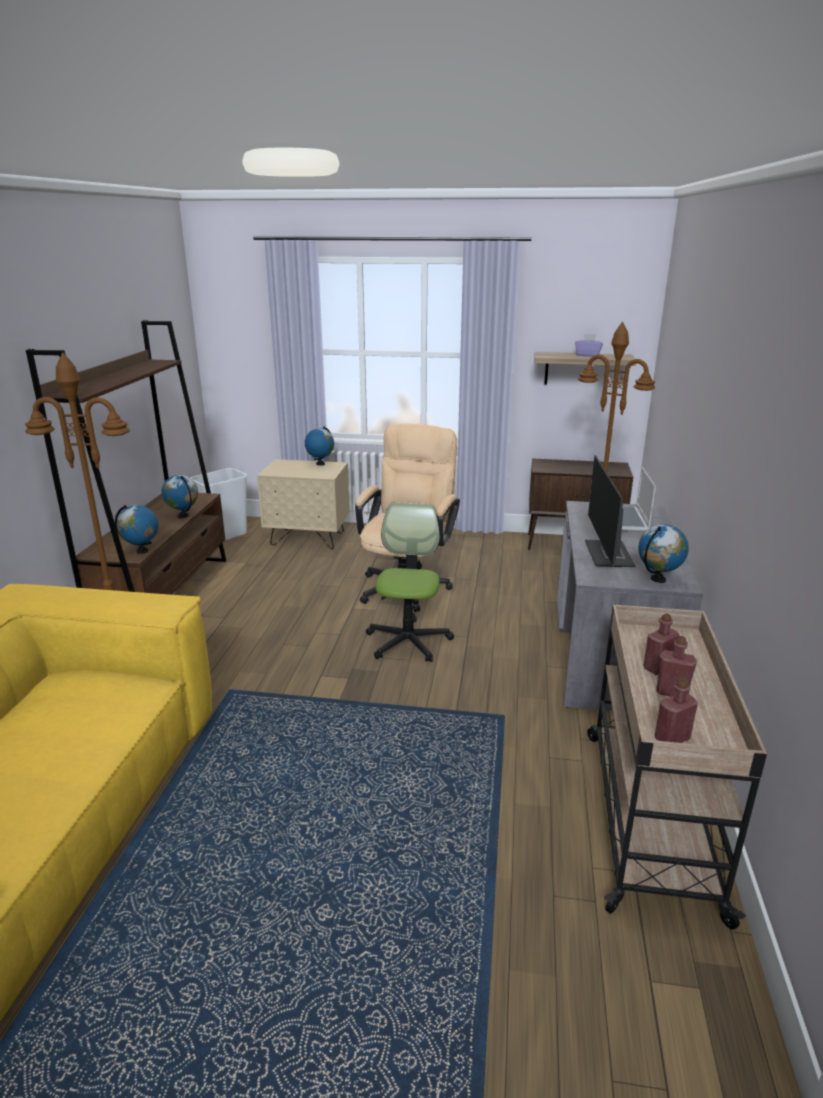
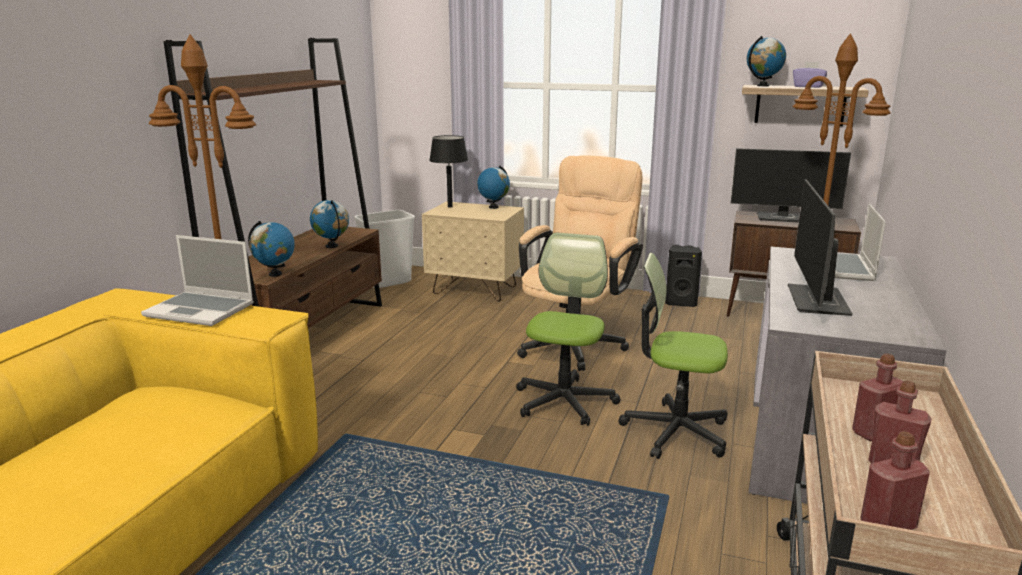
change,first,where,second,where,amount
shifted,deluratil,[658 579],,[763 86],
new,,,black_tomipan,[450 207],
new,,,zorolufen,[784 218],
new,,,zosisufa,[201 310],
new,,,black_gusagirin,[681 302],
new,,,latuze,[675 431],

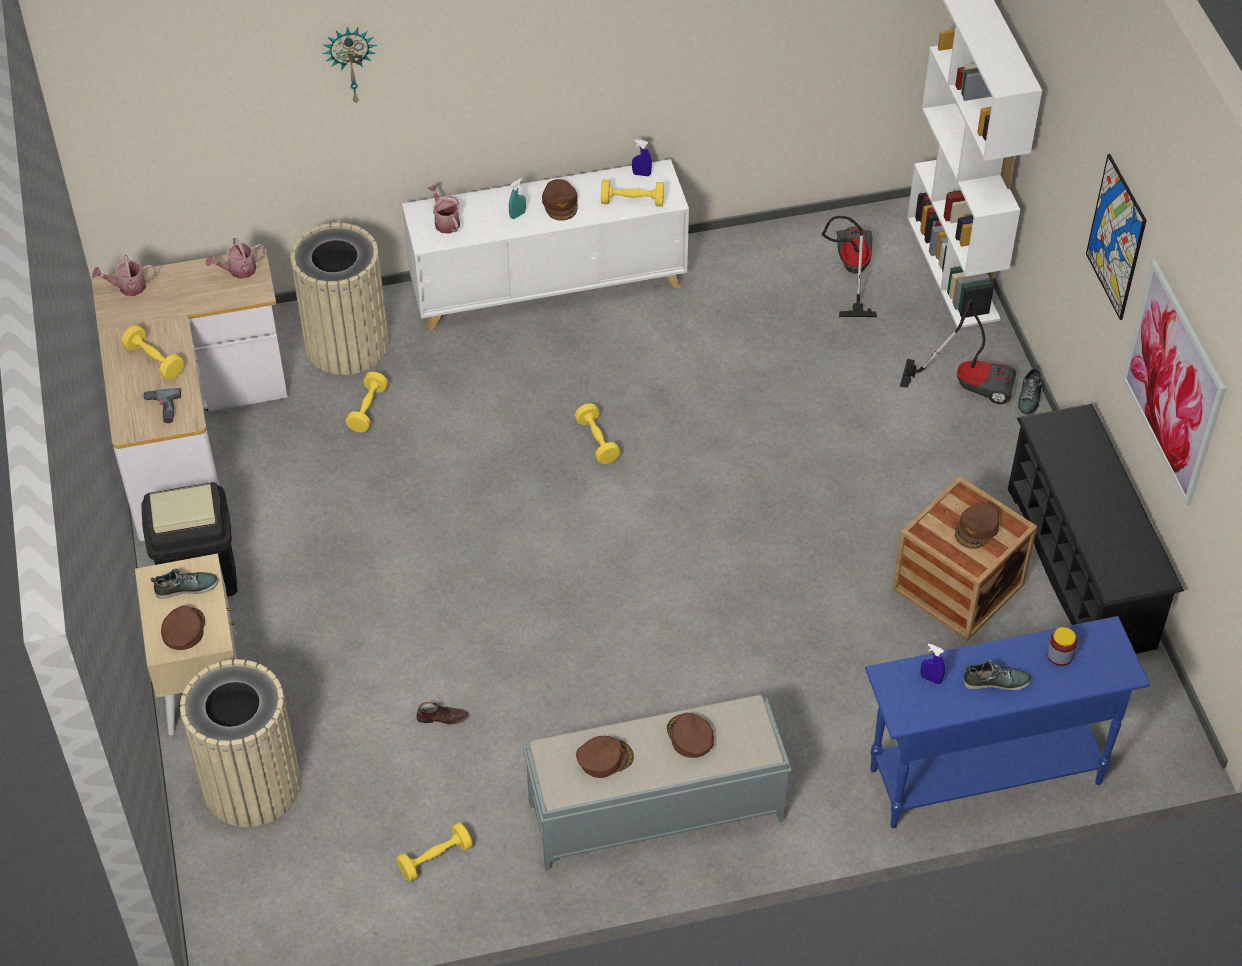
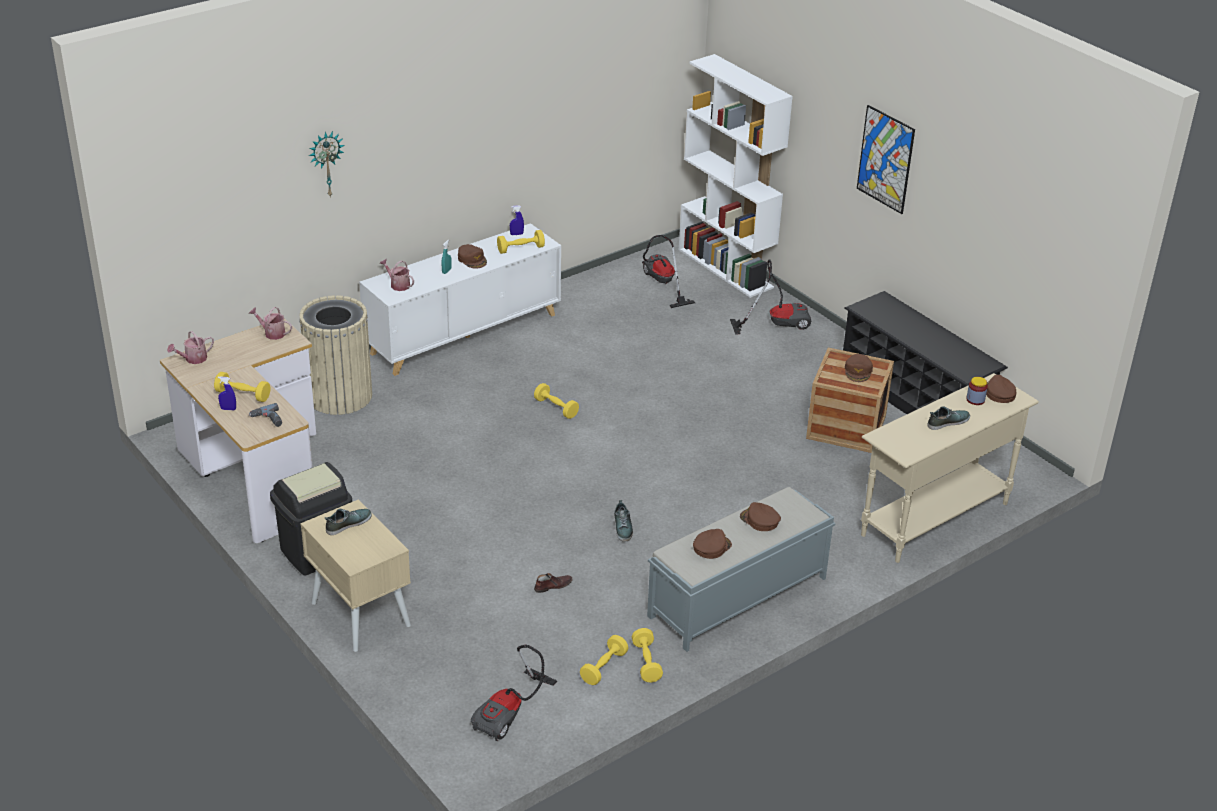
change,first,where,second,where,amount
rotated,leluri,[238 270],,[272 333],75 degrees clockwise
gone,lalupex,[1173 382],,,
shifted,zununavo,[1029 398],,[623 528],
shifted,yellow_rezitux,[368 409],,[646 663],
shifted,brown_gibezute,[183 630],,[998 393],
repainted,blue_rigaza,[984 775],beige_rigaza,[934 519],
shifted,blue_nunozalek,[930 679],,[228 409],
gone,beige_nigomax,[251 785],,,
new,,,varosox,[511 713],

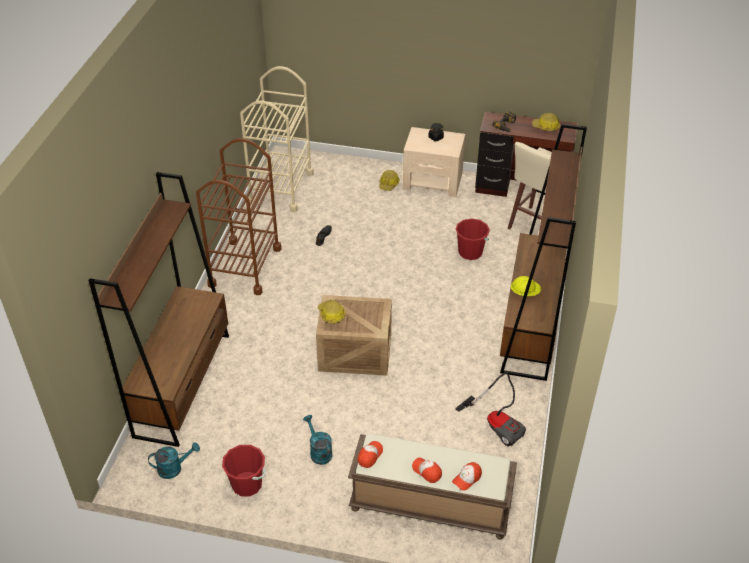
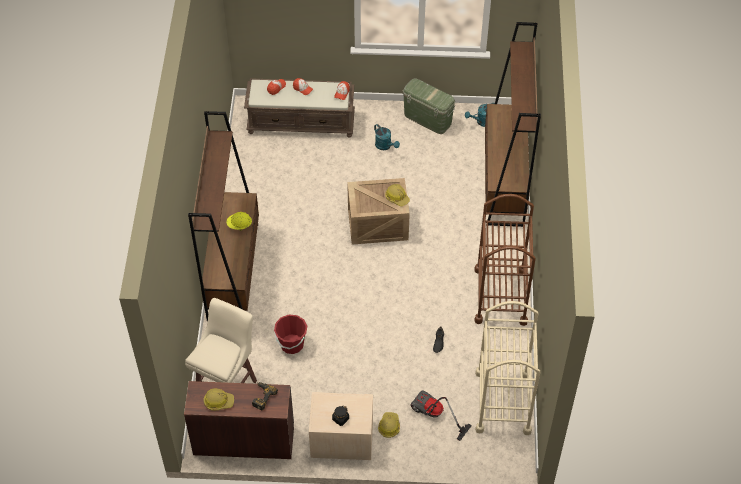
change,first,where,second,where,amount
shifted,varosox,[497 424],,[434 416],
swapped,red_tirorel,[247 484],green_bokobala,[428 119],

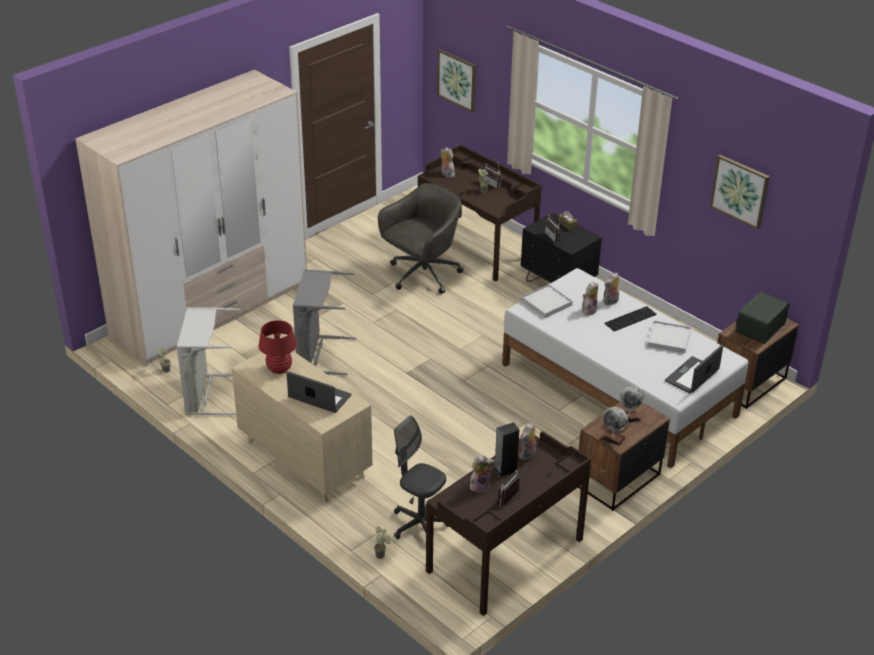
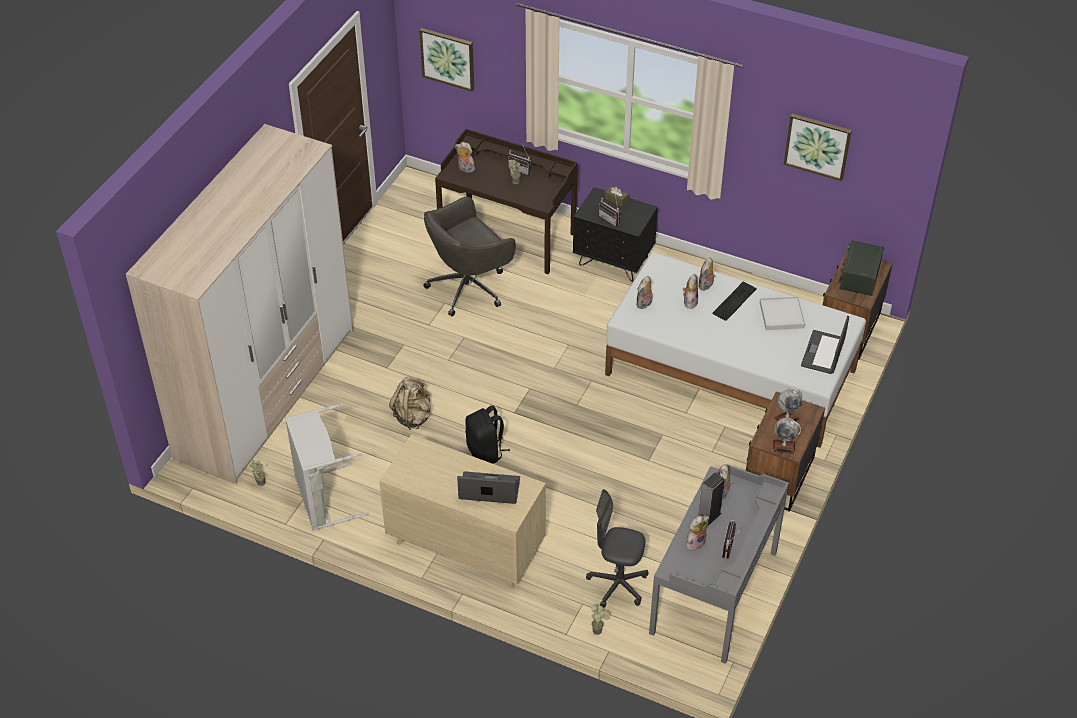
change,first,where,second,where,amount
rotated,grey_latuze,[422 275],,[469 287],150 degrees counterclockwise
swapped,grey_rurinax,[319 355],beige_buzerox,[413 416],
swapped,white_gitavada,[546 303],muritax,[644 304],
gone,red_tomipan,[279 369],,,
repainted,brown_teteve,[506 556],grey_teteve,[715 592],
new,,,black_buzerox,[486 452],

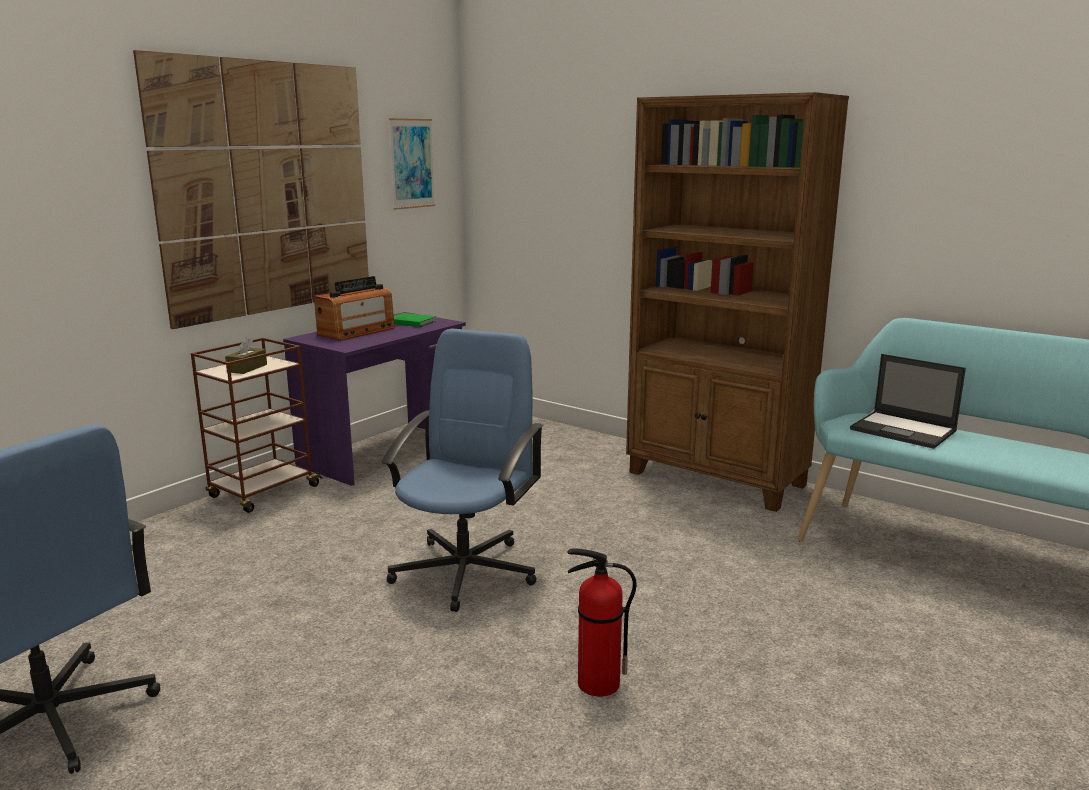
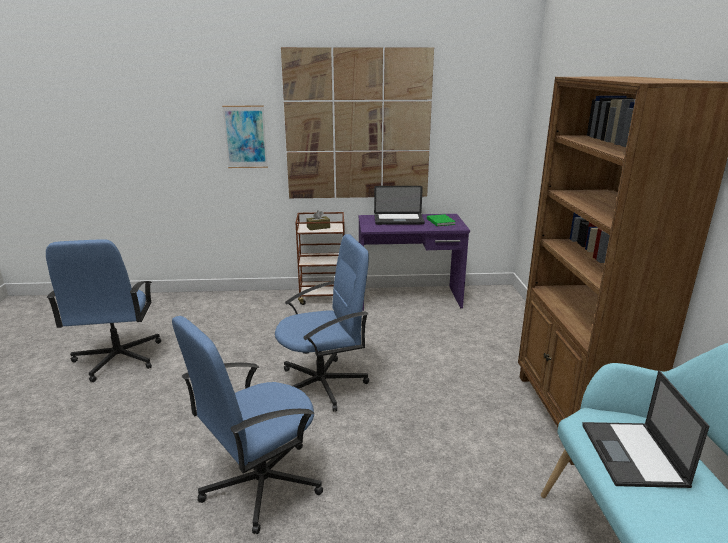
change,first,where,second,where,amount
shifted,lalupex,[412 163],,[245 137],
swapped,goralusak,[357 332],zosisufa,[398 220],
swapped,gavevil,[597 684],blue_latuze,[260 483],

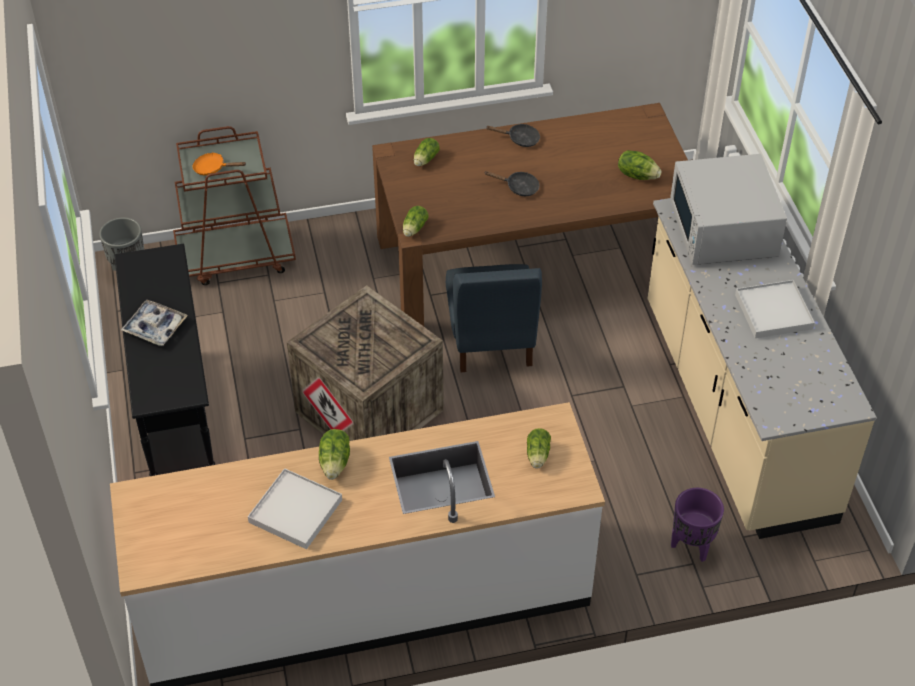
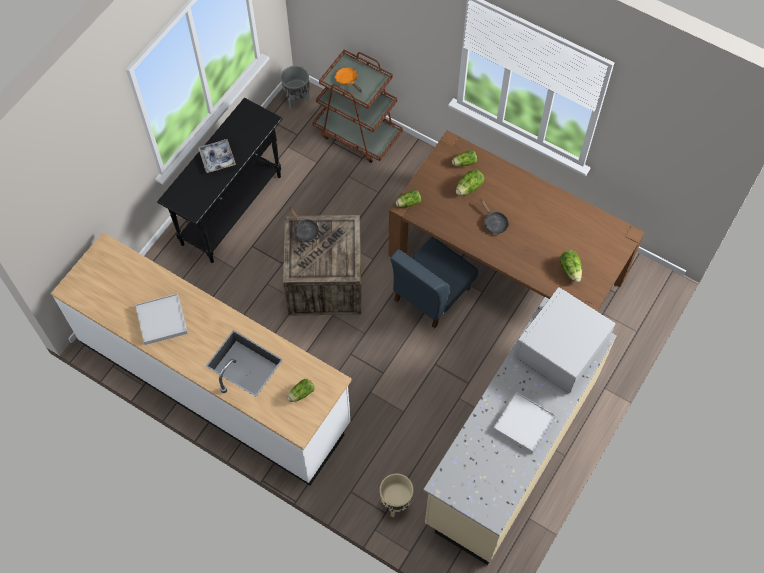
change,first,where,second,where,amount
shifted,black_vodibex,[520 139],,[305 230],
shifted,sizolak,[335 462],,[469 188],
repainted,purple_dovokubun,[691 546],beige_dovokubun,[395 503],

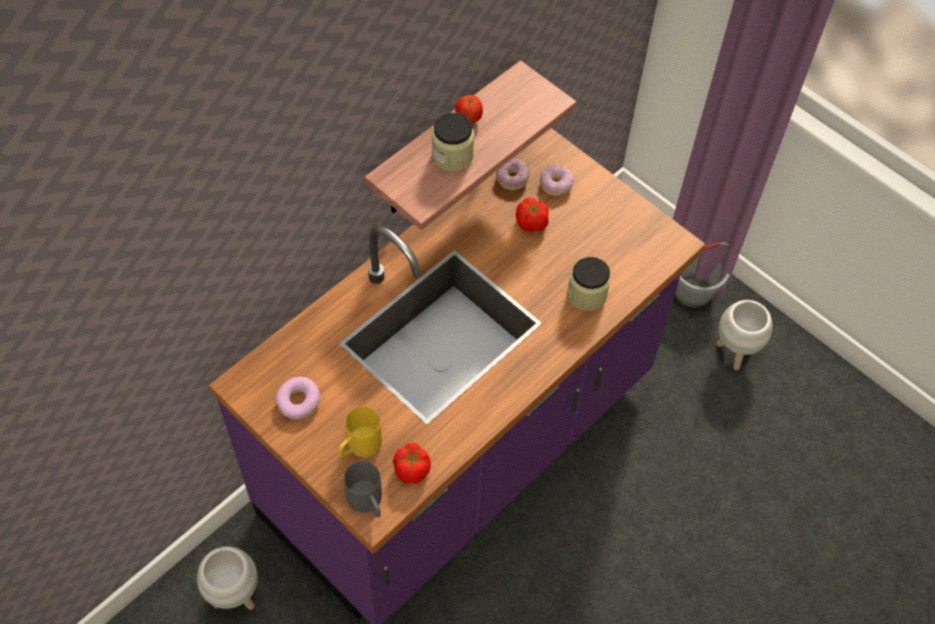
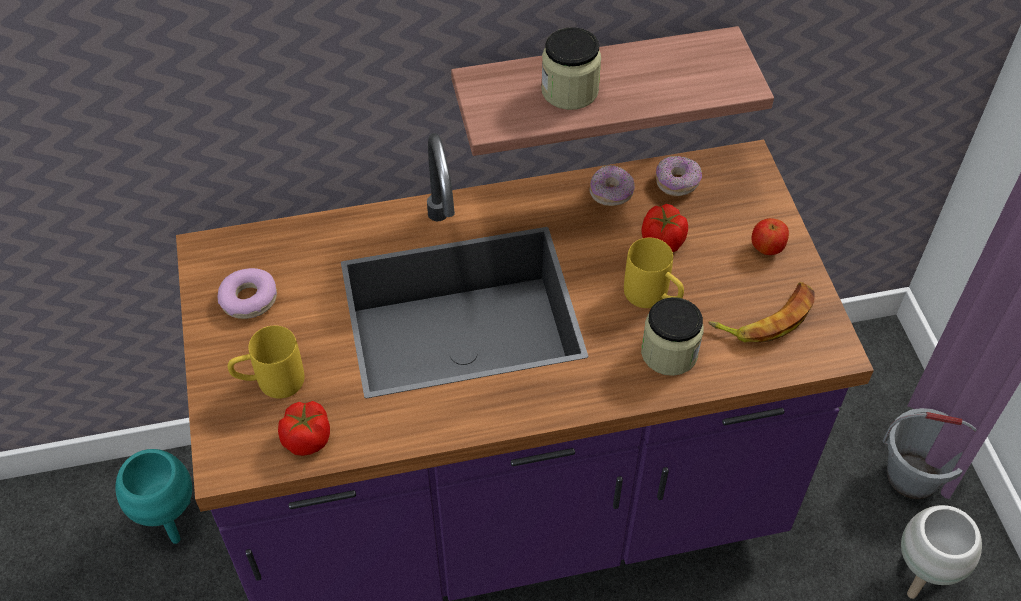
change,first,where,second,where,amount
shifted,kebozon,[468 119],,[767 248],
shifted,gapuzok,[556 185],,[611 193],
gone,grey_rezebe,[368 504],,,
repainted,white_dovokubun,[234 596],turquoise_dovokubun,[169 520],
new,,,yellow_rezebe,[653 297],
new,,,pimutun,[766 318],

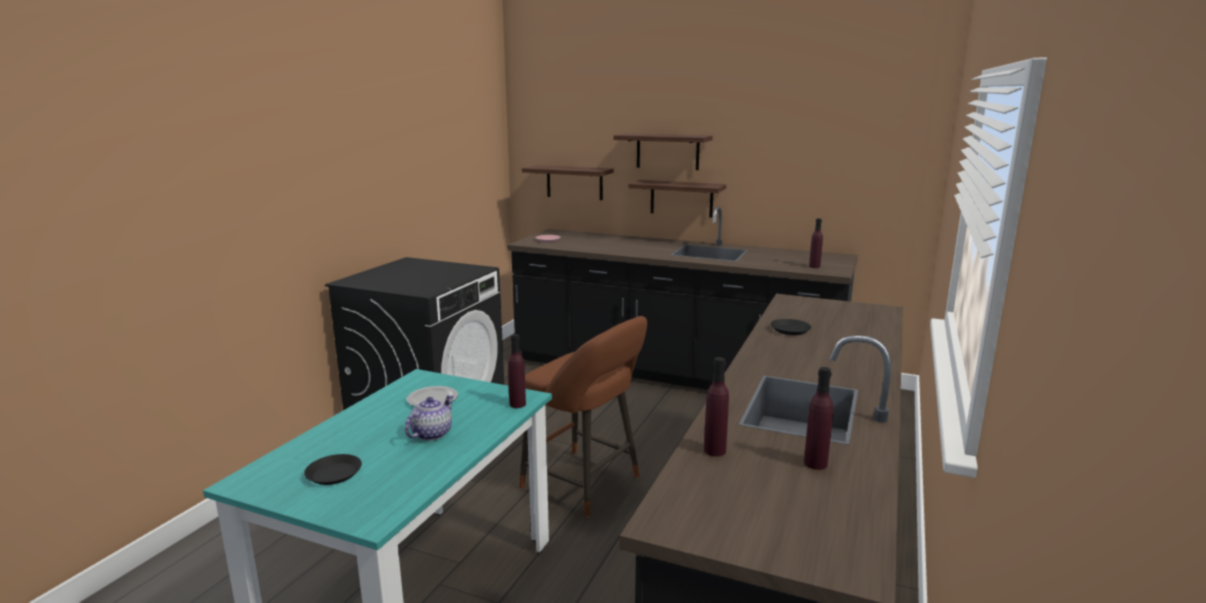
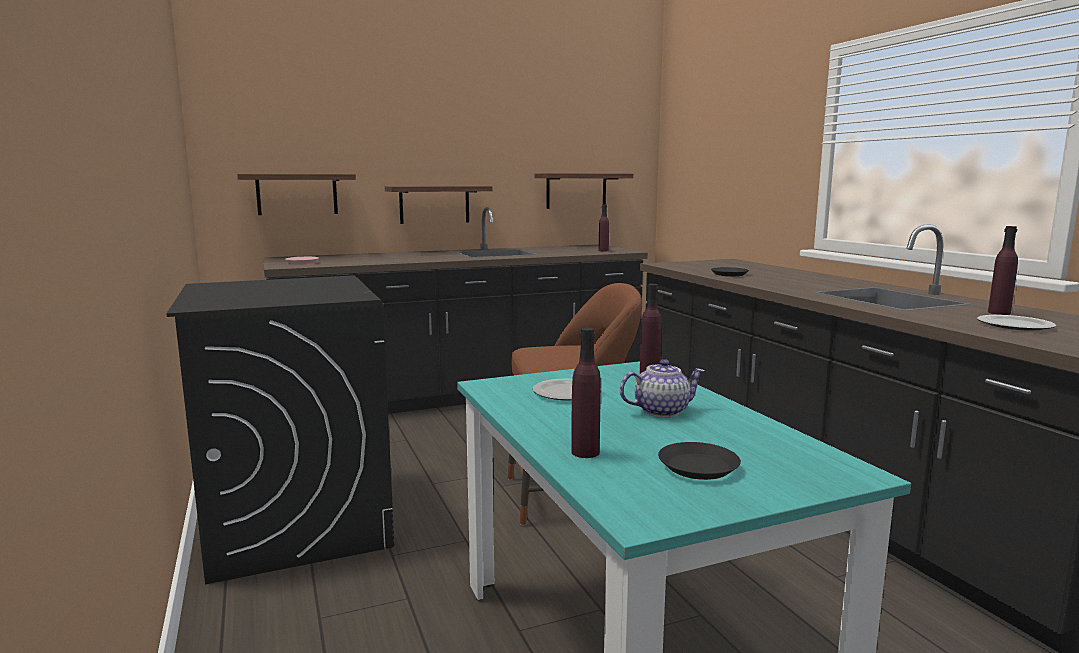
change,first,where,second,where,amount
shifted,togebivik,[667 151],,[576 191],
shifted,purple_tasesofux,[714 450],,[585 452],
rotated,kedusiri,[431 434],,[661 411],90 degrees clockwise
new,,,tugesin,[1015 325],

